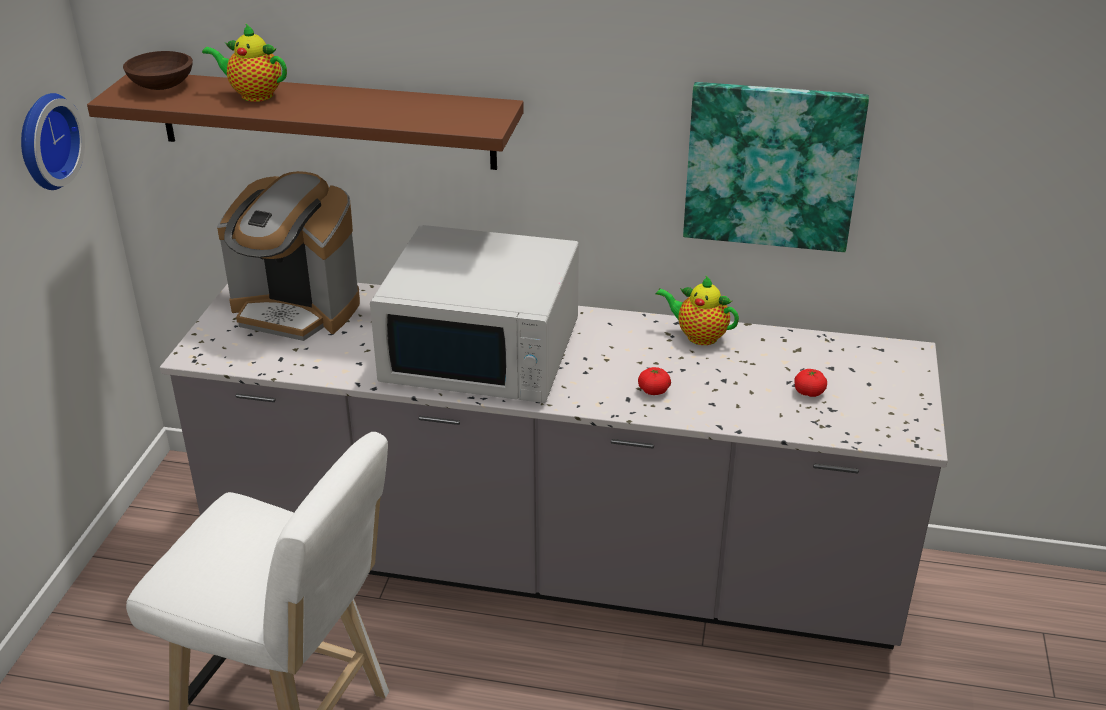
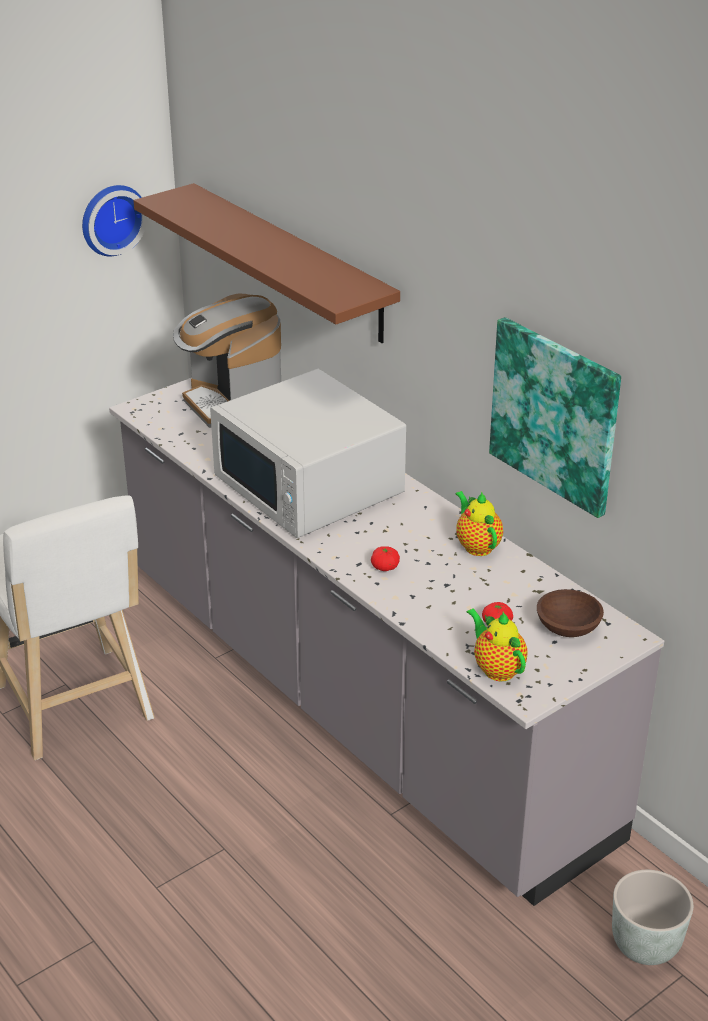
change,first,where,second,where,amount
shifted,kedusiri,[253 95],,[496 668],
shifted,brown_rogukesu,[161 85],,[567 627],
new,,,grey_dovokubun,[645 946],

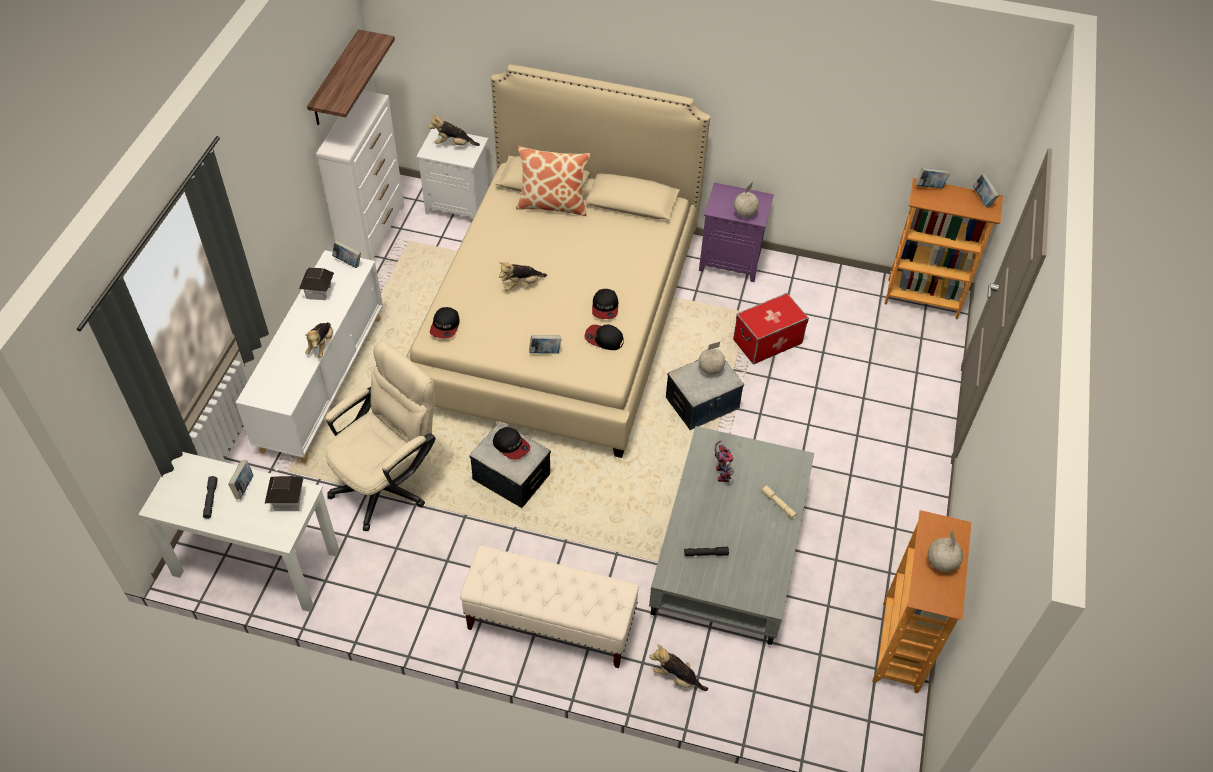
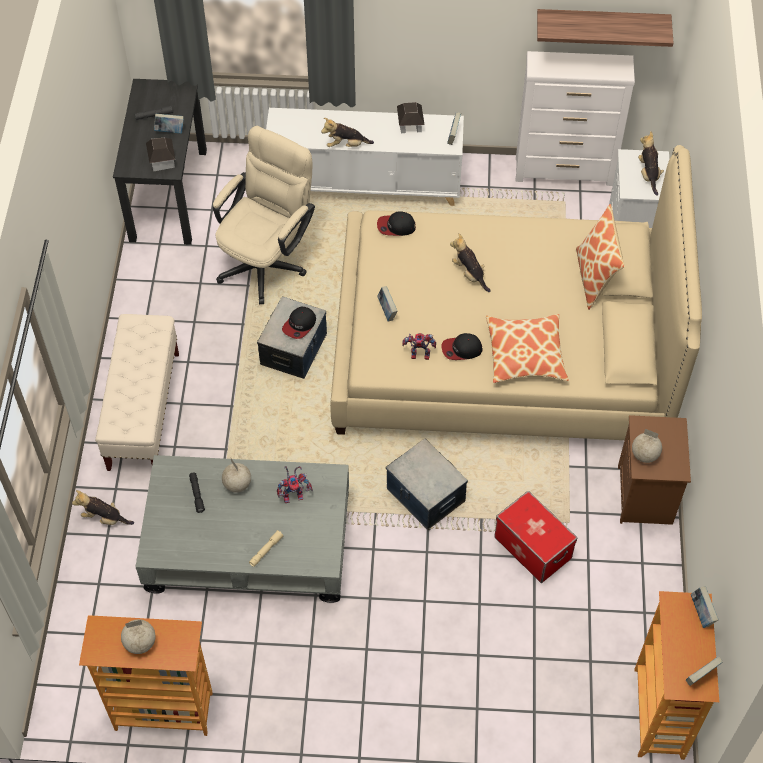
change,first,where,second,where,amount
repainted,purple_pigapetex,[732 261],brown_pigapetex,[646 496],
swapped,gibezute,[604 339],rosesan,[418 356],
rotated,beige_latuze,[389 482],,[267 260],90 degrees counterclockwise
shifted,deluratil,[710 370],,[237 485],
repainted,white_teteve,[256 562],black_teteve,[168 194],
rotated,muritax,[676 677],,[104 518],90 degrees counterclockwise
new,,,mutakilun,[525 354],

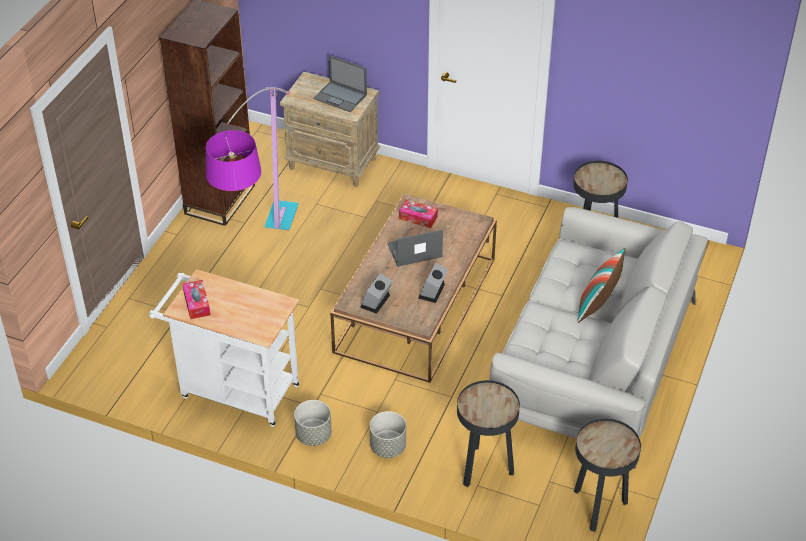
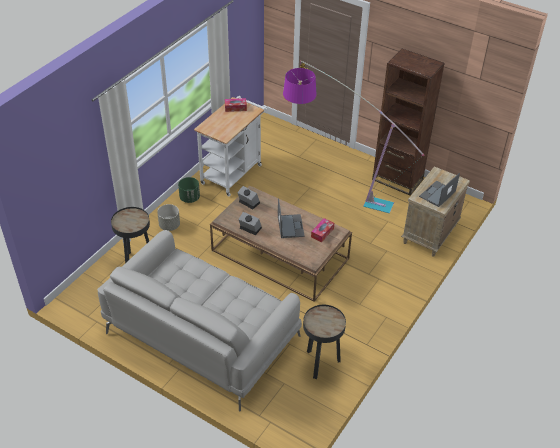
change,first,where,second,where,amount
gone,mutakilun,[598 306],,,
repainted,grey_dovokubun,[313 435],green_dovokubun,[189 198],
gone,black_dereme,[598 508],,,

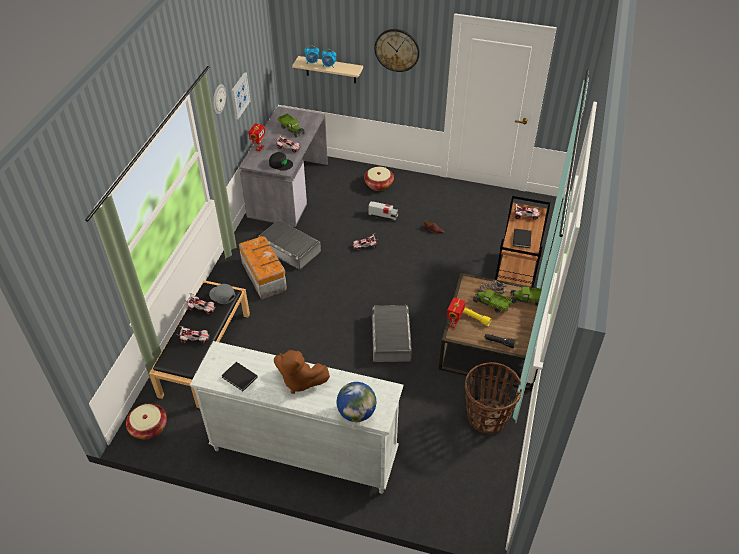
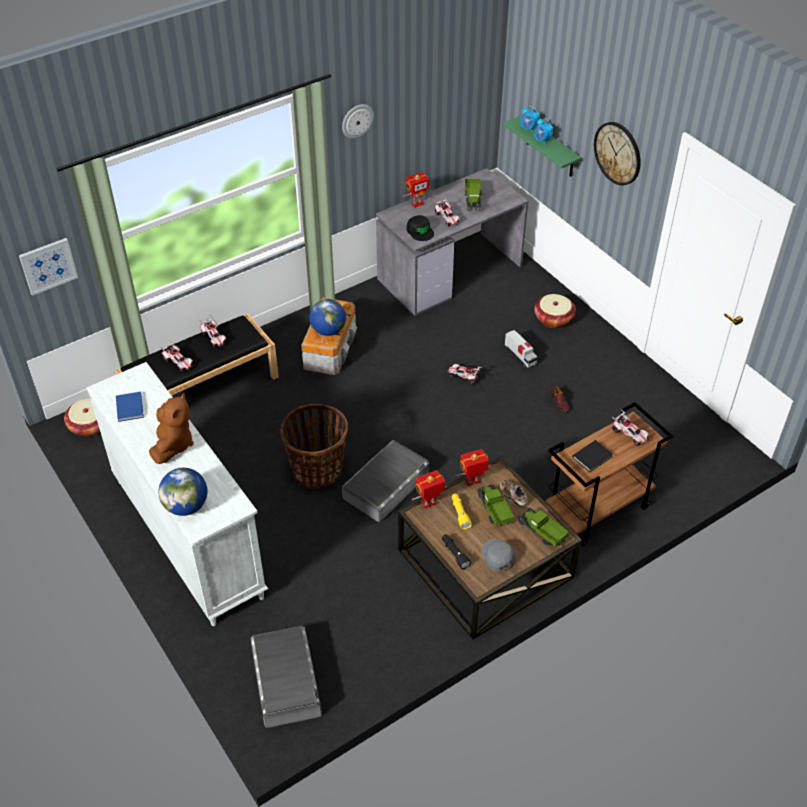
change,first,where,second,where,amount
repainted,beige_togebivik,[331 70],green_togebivik,[550 147],
shifted,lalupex,[239 95],,[48 265],
shifted,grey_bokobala,[289 249],,[285 681],
shifted,grey_gibezute,[222 295],,[497 556],
rotated,brown_muritax,[299 381],,[173 444],150 degrees counterclockwise
repainted,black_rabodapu,[240 378],blue_rabodapu,[129 408],
shifted,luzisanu,[487 416],,[317 470],
new,,,deluratil,[328 331],
new,,,rosesan,[472 482],

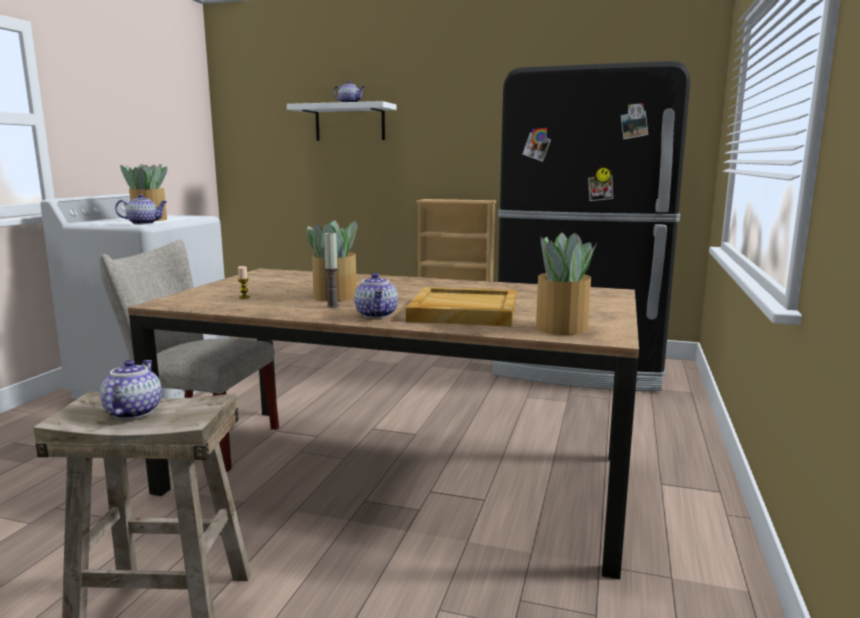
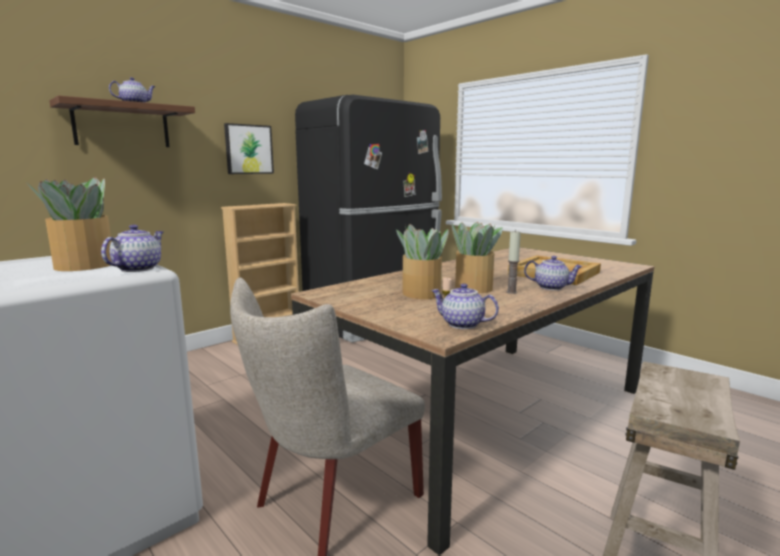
change,first,where,second,where,amount
repainted,white_togebivik,[350 123],brown_togebivik,[122 126],
shifted,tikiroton,[560 327],,[421 294],
shifted,kedusiri,[132 412],,[461 325],
new,,,lalupex,[248 149],

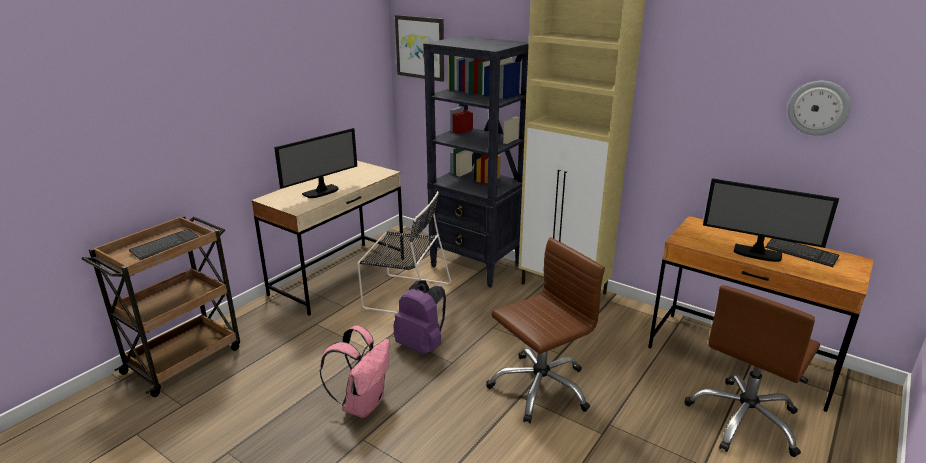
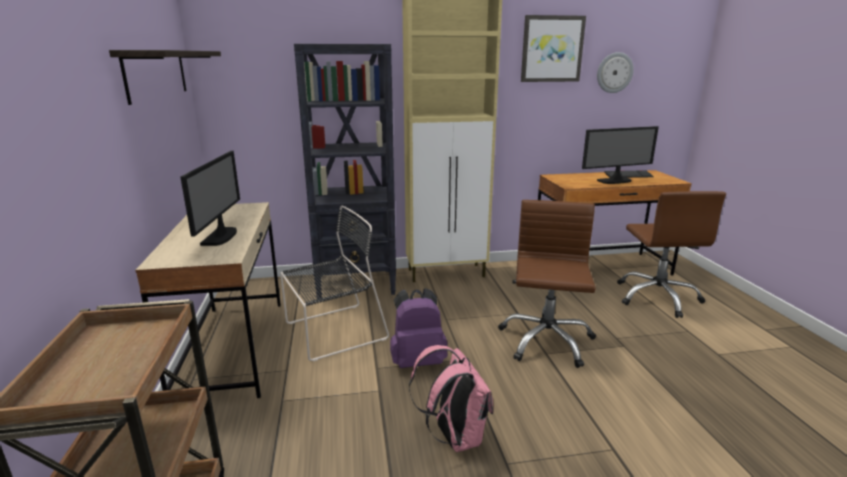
change,first,where,second,where,amount
shifted,lalupex,[420 47],,[552 49],
gone,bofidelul,[165 245],,,
new,,,togebivik,[157 74],

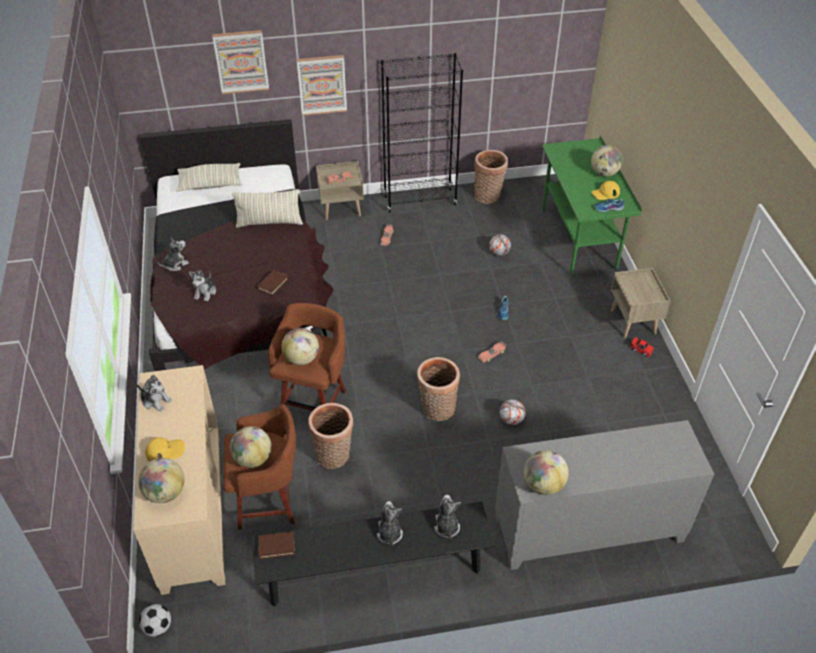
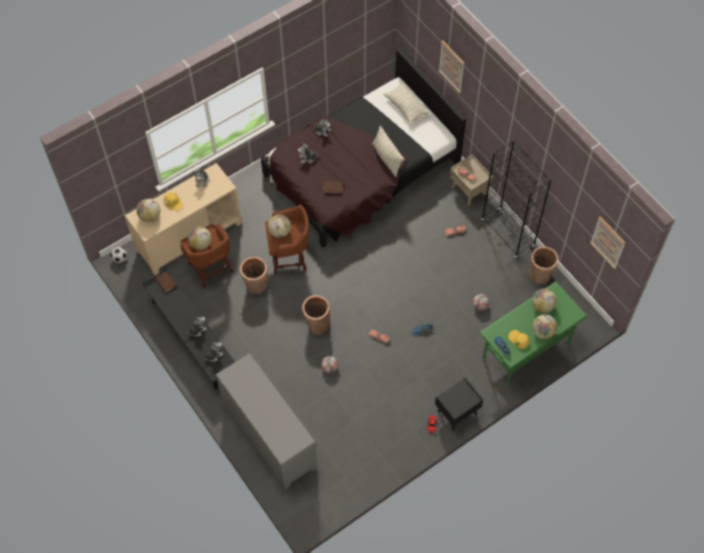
change,first,where,second,where,amount
shifted,lalupex,[322 85],,[608 242],
repainted,beige_pigapetex,[633 322],black_pigapetex,[456 413],
shifted,deluratil,[543 484],,[542 306],

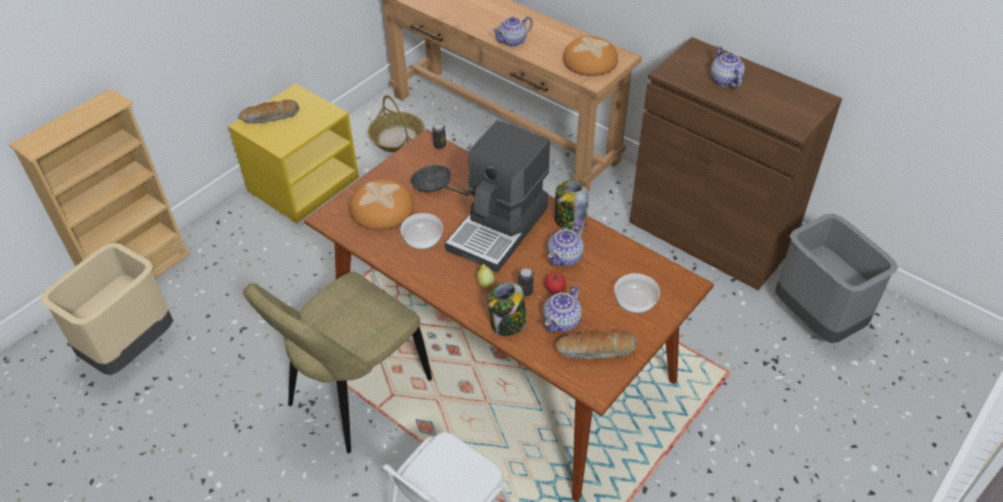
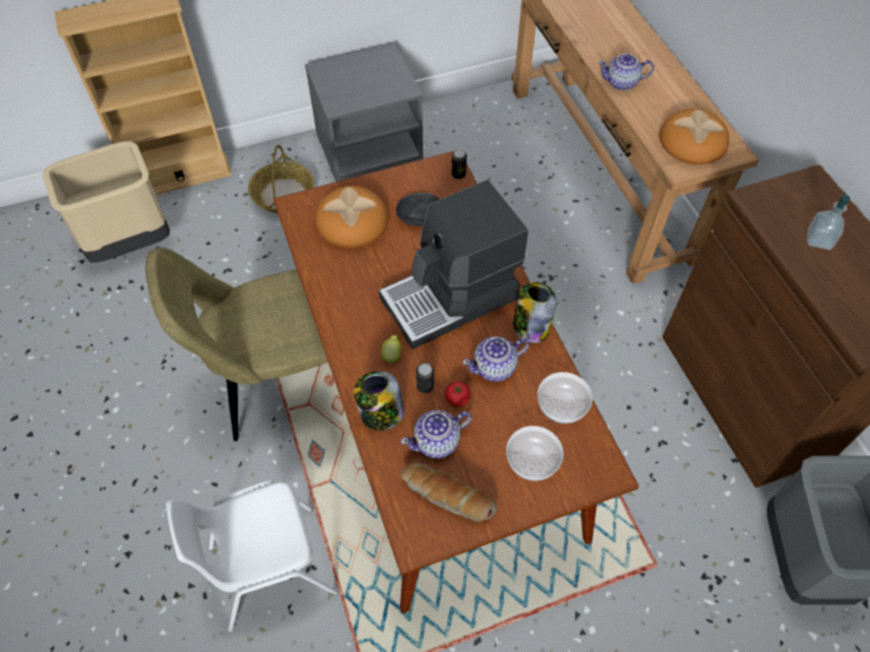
change,first,where,second,where,amount
swapped,kedusiri,[725 80],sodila,[818 240],
repainted,yellow_pigapetex,[303 184],grey_pigapetex,[369 149],
shifted,luzisanu,[397 138],,[283 194],
gone,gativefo,[271 117],,,
shifted,rogukesu,[423 239],,[562 405],

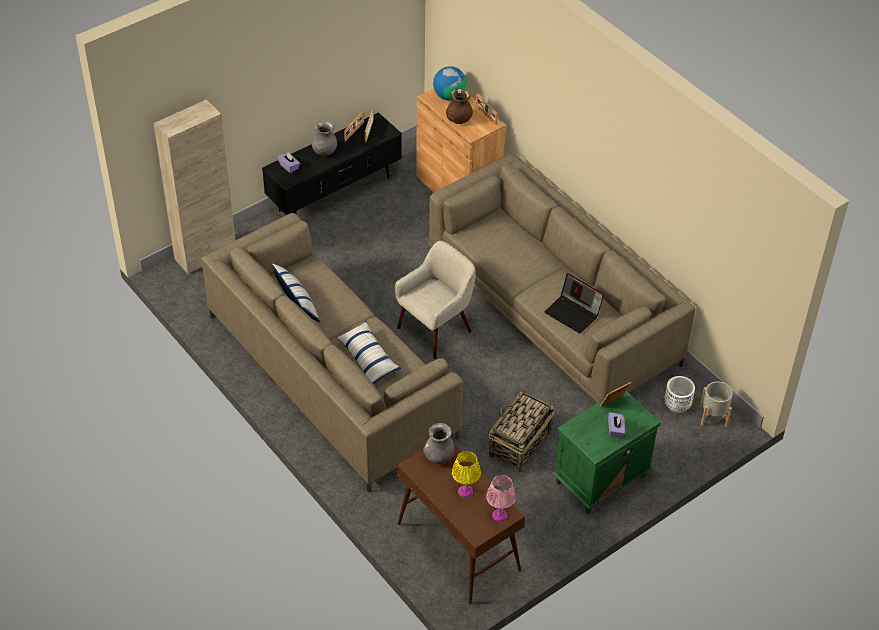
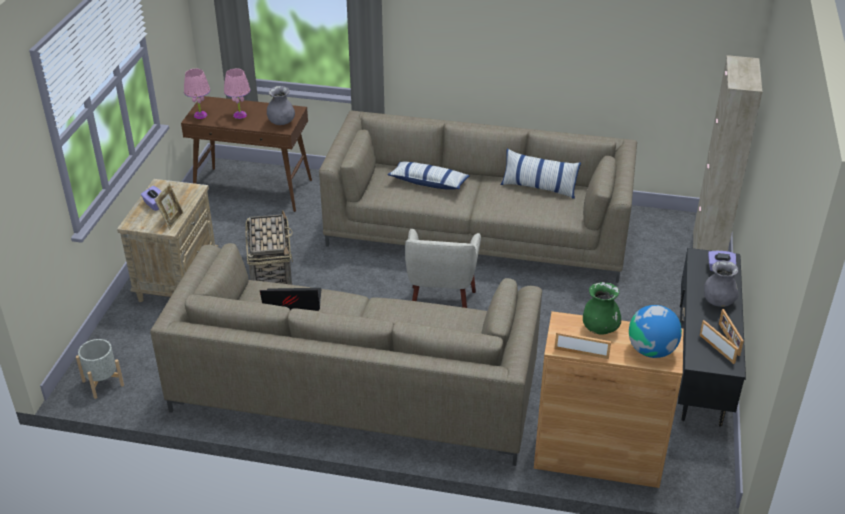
change,first,where,second,where,amount
repainted,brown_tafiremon,[459 120],green_tafiremon,[600 328],
gone,white_dovokubun,[677 405],,,
repainted,green_pigapetex,[600 480],beige_pigapetex,[177 279],
repainted,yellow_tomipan,[465 491],pink_tomipan,[240 115],

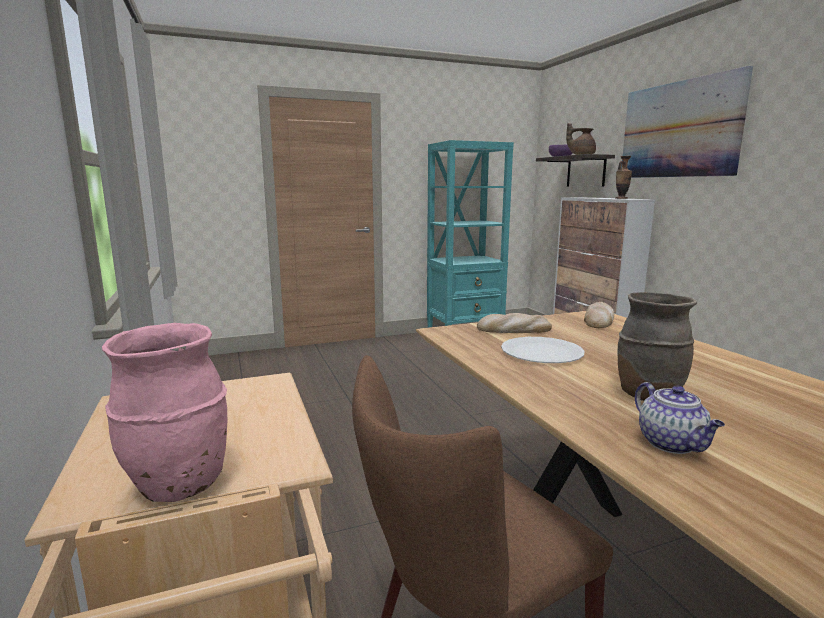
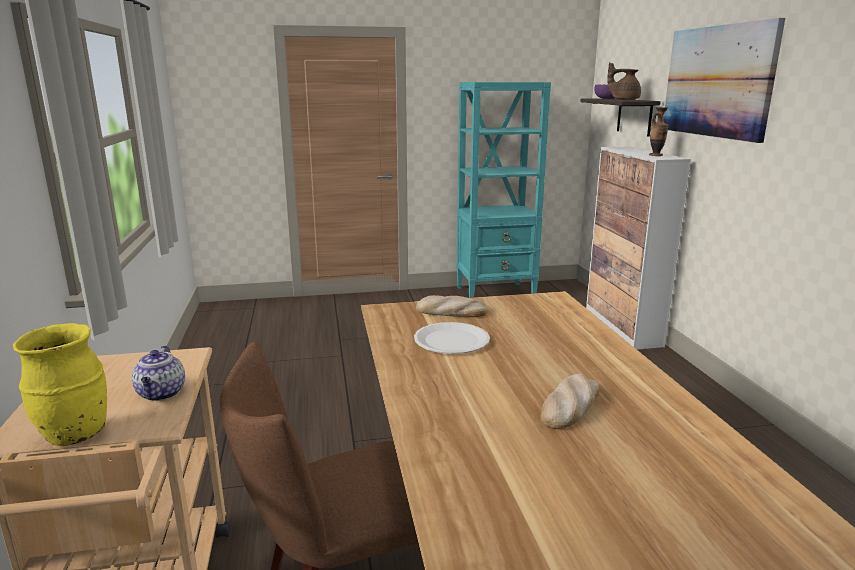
change,first,where,second,where,amount
gone,brown_tafiremon,[648 395],,,
shifted,gativefo,[599 320],,[570 406],
repainted,pink_tafiremon,[179 485],yellow_tafiremon,[75 435],
shifted,kedusiri,[672 444],,[161 394],

